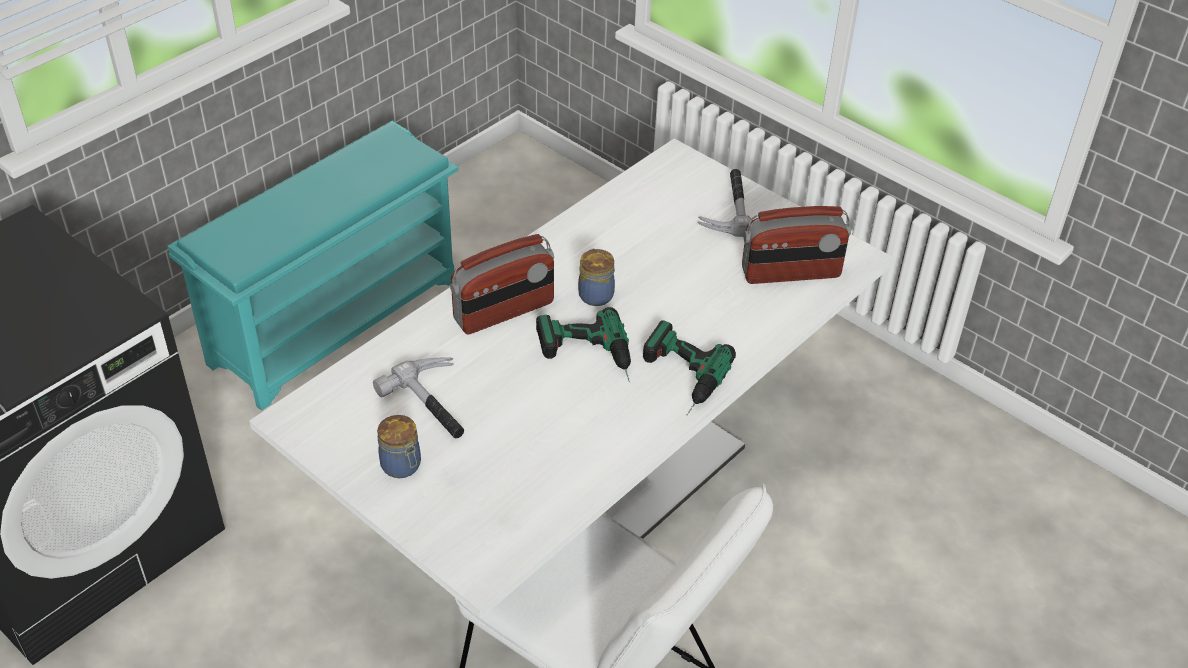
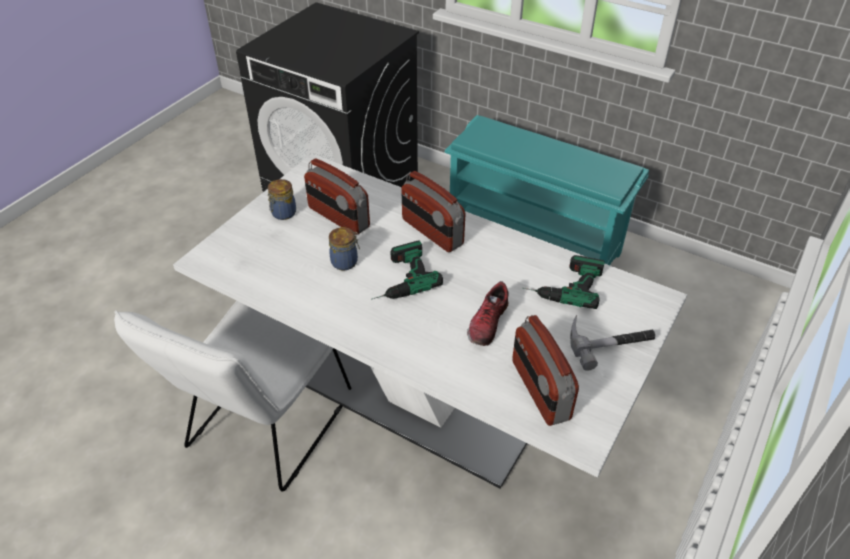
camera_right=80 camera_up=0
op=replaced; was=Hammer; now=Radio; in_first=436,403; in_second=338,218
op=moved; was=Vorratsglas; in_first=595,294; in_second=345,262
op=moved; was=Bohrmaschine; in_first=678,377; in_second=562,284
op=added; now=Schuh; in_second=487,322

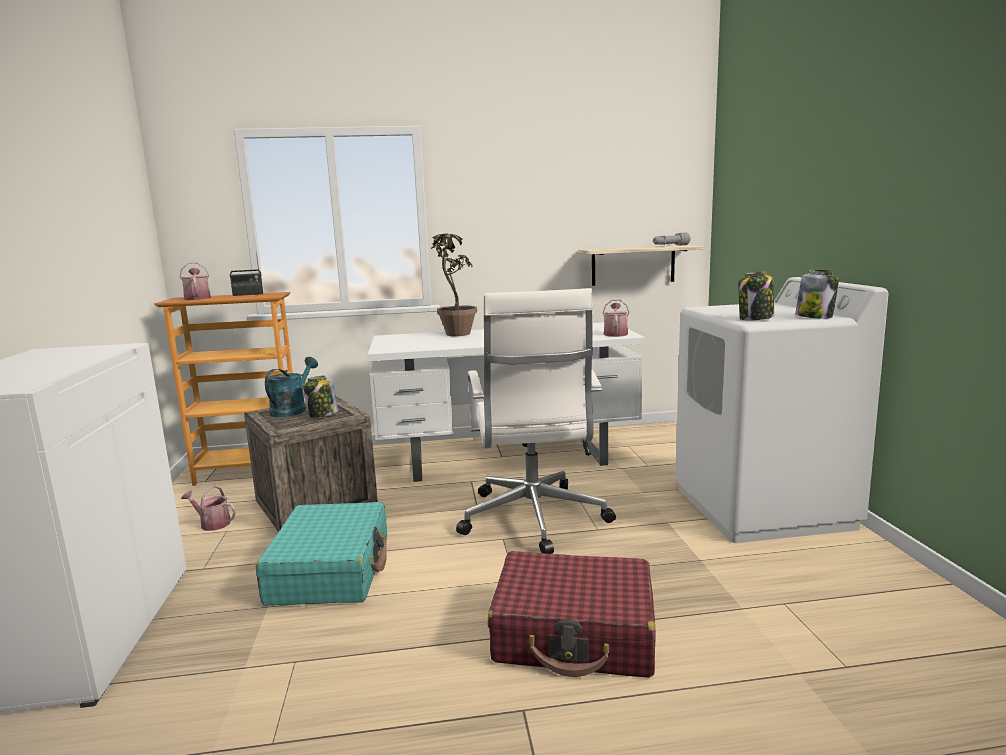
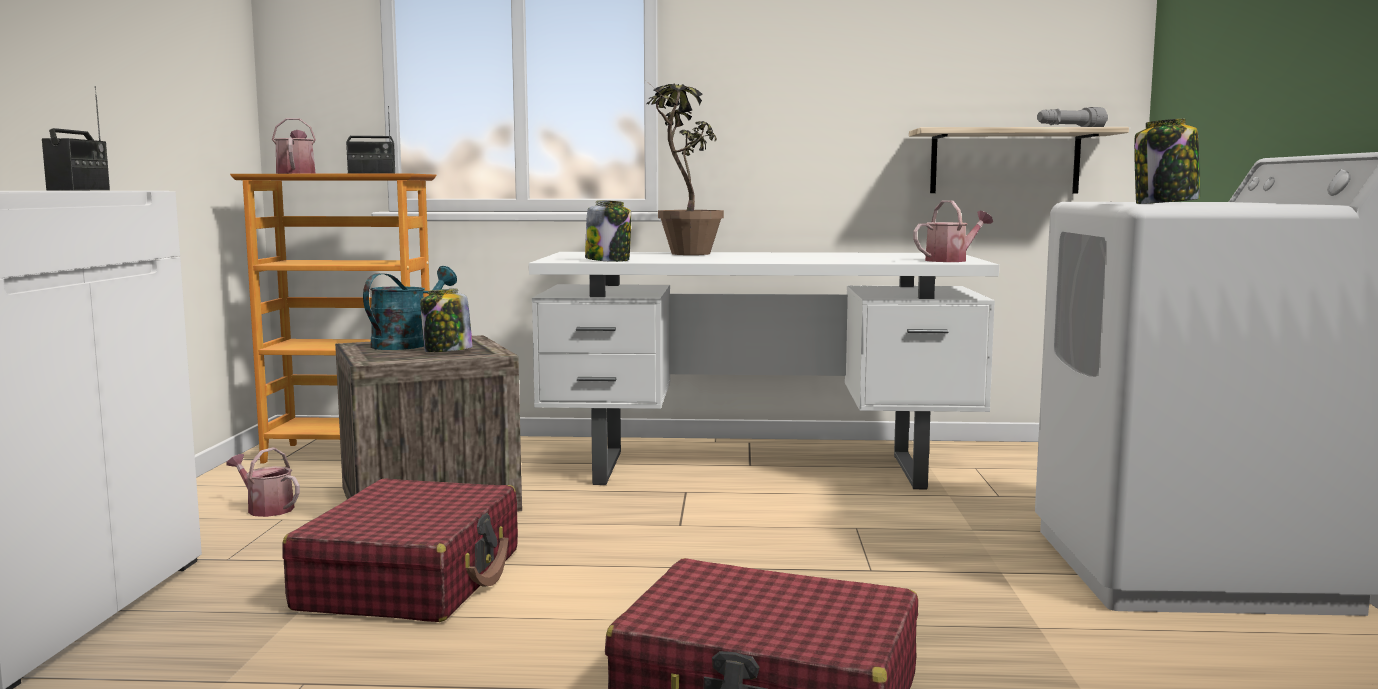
camera_right=10 camera_up=-5
op=recoloured; was=Koffer (türkis); now=Koffer (rot); in_first=331,570; in_second=412,579
op=removed; was=Bürostuhl (weiß); in_first=533,520
op=turned; was=Gießkanne; in_first=615,333; in_second=951,260; clockwise=45
op=moved; was=Vorratsglas; in_first=814,317; in_second=608,260
op=added; now=Radio; in_second=79,190

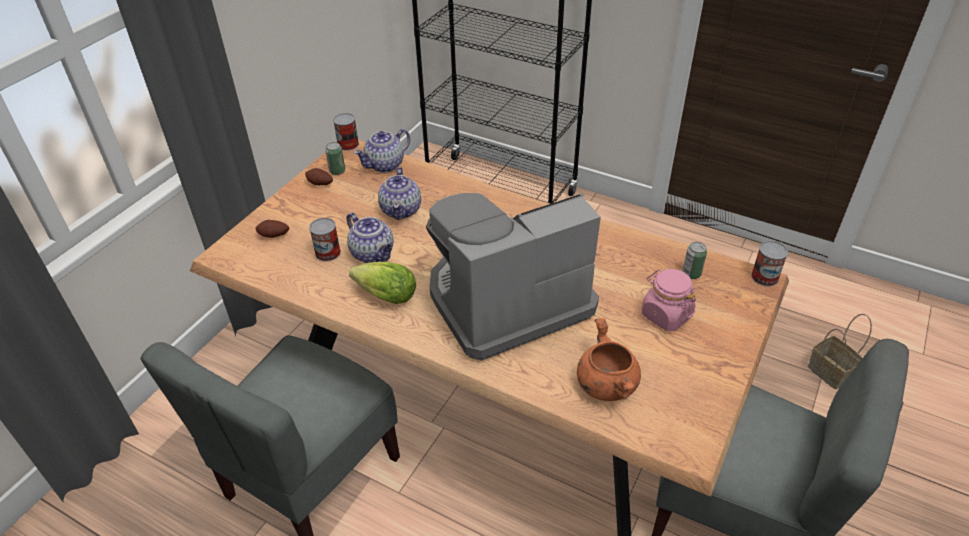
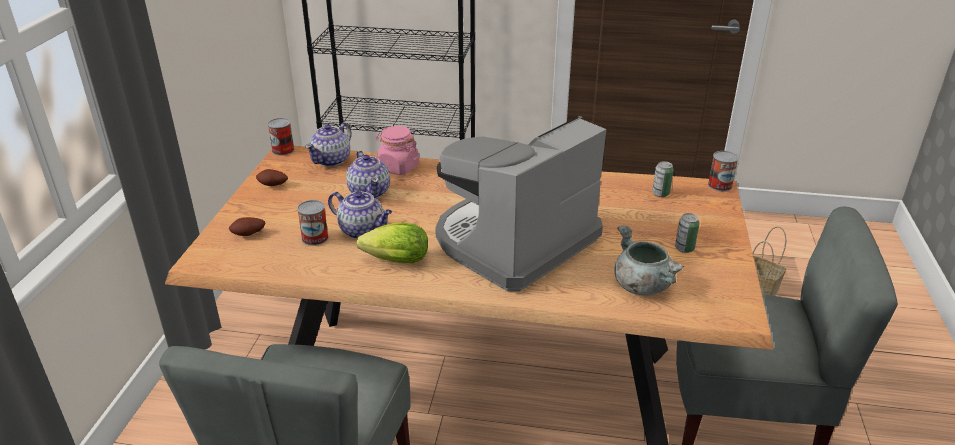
camera_right=-20 camera_up=-10
op=moved; was=Dose; in_first=337,171; in_second=684,248
op=recoloured; was=Kochtopf (orange); now=Kochtopf (grau); in_first=606,384; in_second=641,286
op=moved; was=Vorratsglas (rosa); in_first=666,315; in_second=398,167

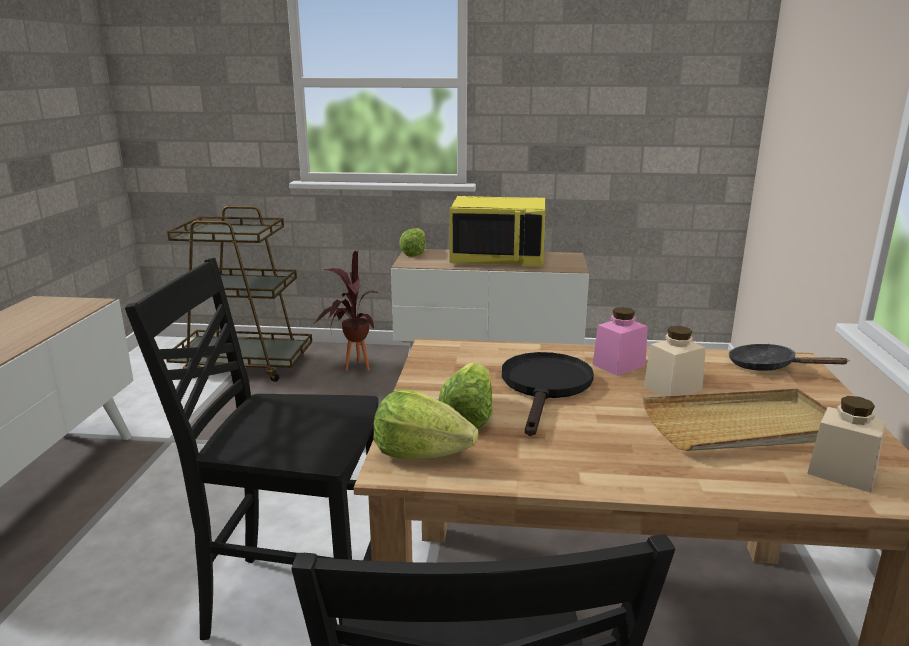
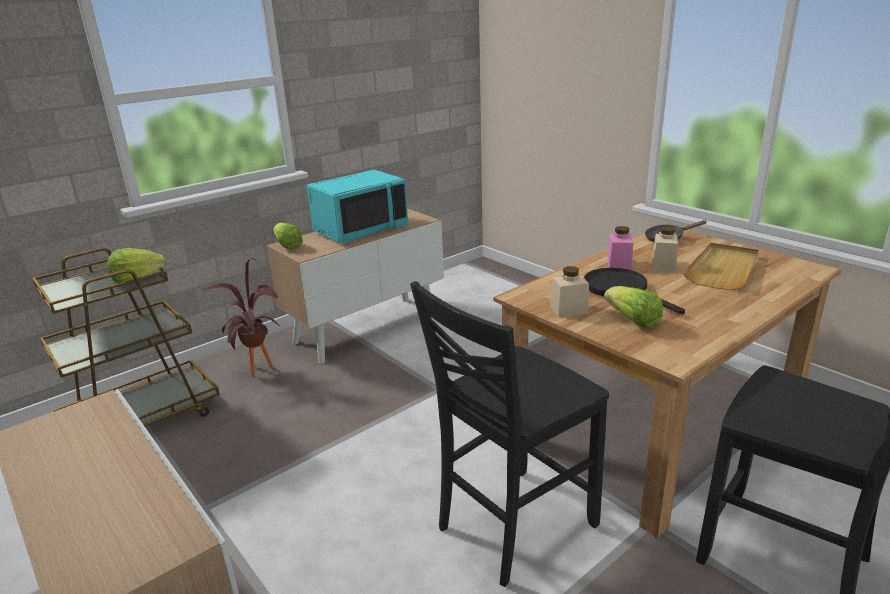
camera_right=-45 camera_up=5
op=moved; was=Salatkopf; in_first=420,454; in_second=137,279
op=recoloured; was=Mikrowelle (gelb); now=Mikrowelle (türkis); in_first=498,258; in_second=360,229
op=moved; was=Vorratsglas (beige); in_first=842,473; in_second=569,309

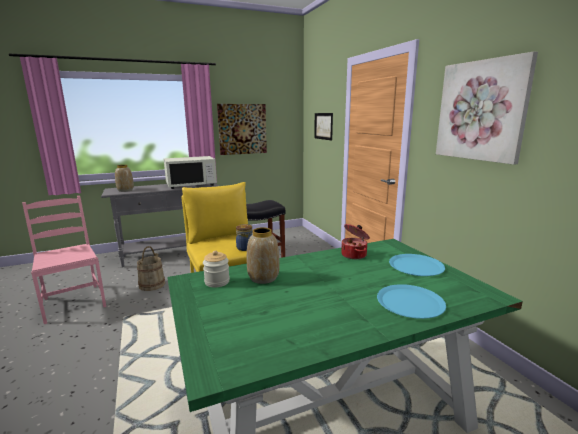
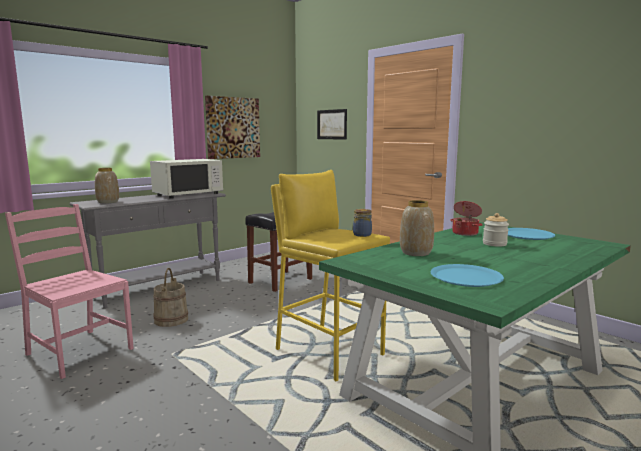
camera_right=-20 camera_up=-5
op=moved; was=Vorratsglas; in_first=217,282; in_second=494,244
op=moved; was=Teller (blau); in_first=410,302; in_second=466,277
op=removed; was=Bild; in_first=481,111

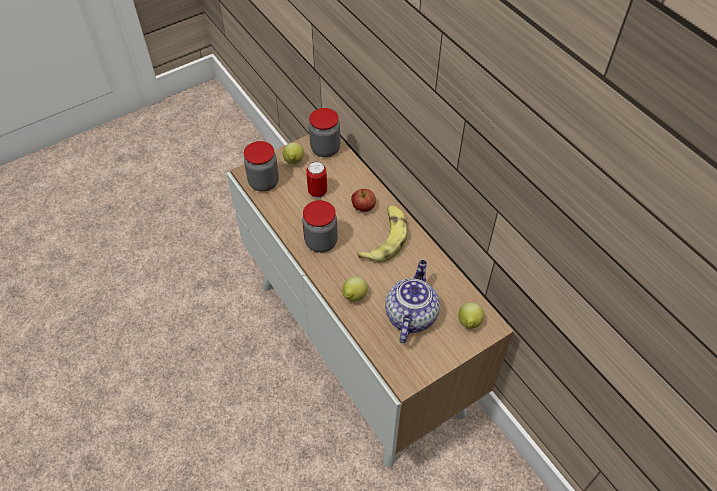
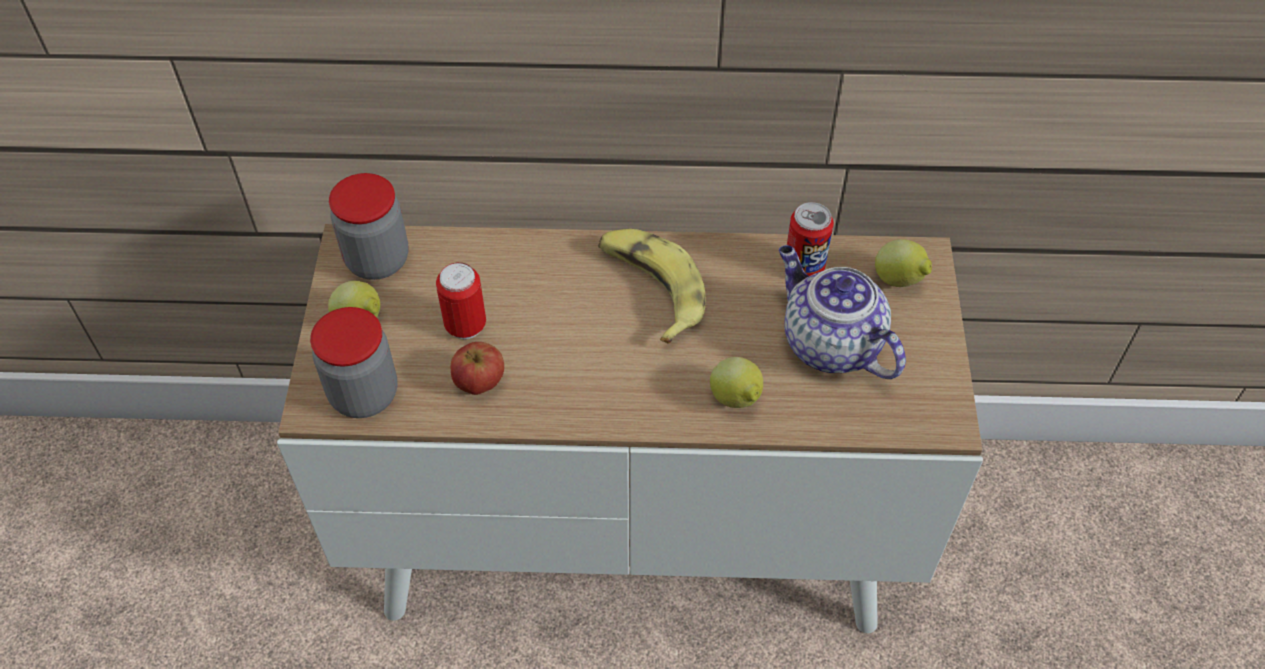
camera_right=-55 camera_up=0
op=removed; was=Vorratsglas; in_first=321,242
op=moved; was=Apfel; in_first=363,207; in_second=480,383
op=added; now=Dose; in_second=804,267

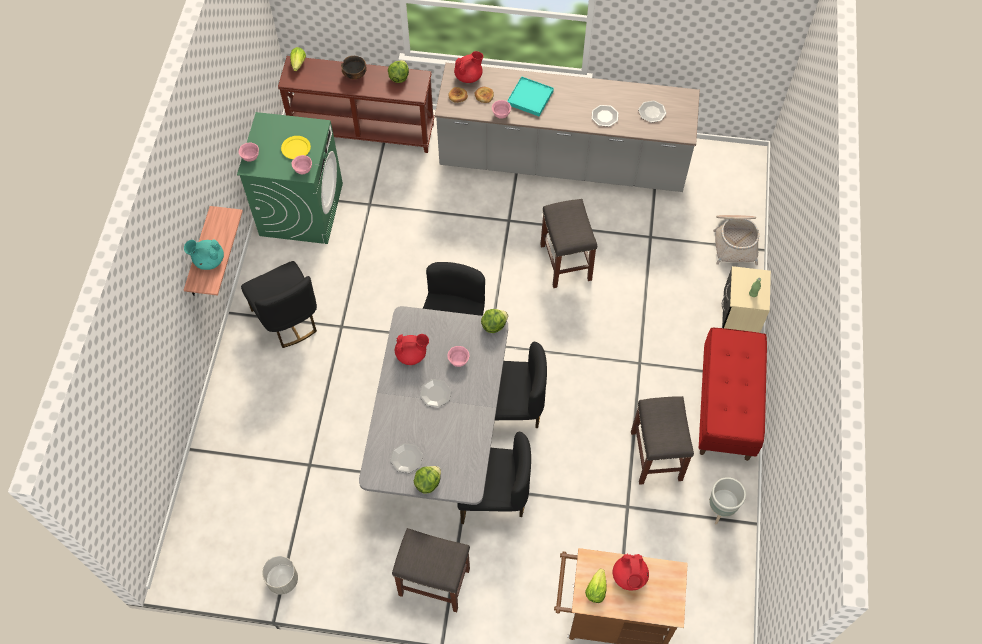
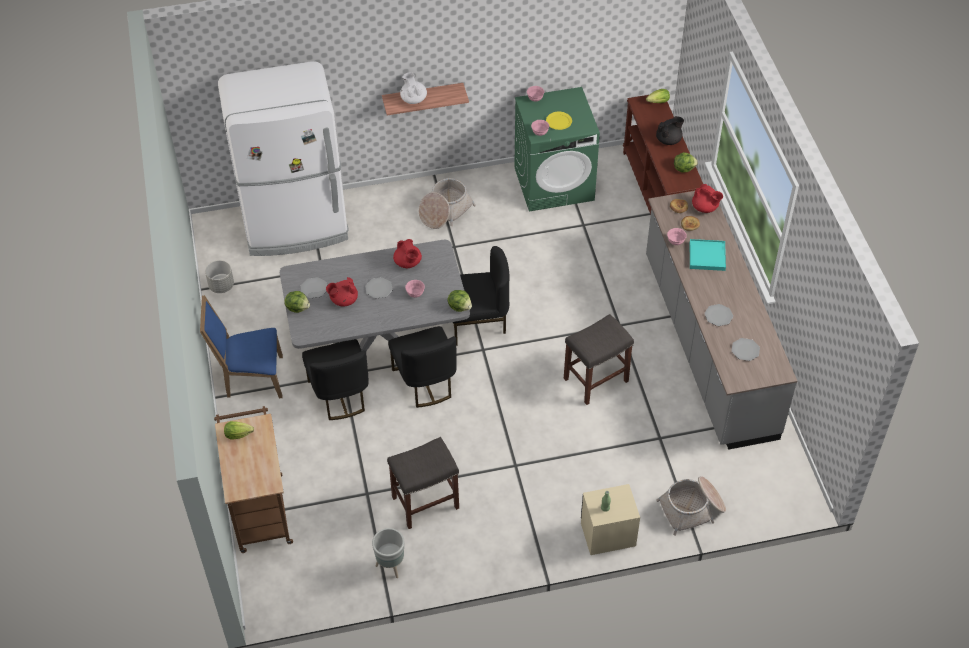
camera_right=70 camera_up=-10
op=recoloured; was=Teekanne (türkis); now=Teekanne (weiß); in_first=208,260; in_second=413,99
op=replaced; was=Stuhl (schwarz); now=Korb; in_first=287,319; in_second=445,211
op=replaced; was=Schüssel; now=Teekanne (schwarz); in_first=355,75; in_second=669,140
op=replaced; was=Hocker (grau); now=Stuhl (blau); in_first=433,582; in_second=251,378
op=moved; was=Teekanne (rot); in_first=629,577; in_second=343,300
op=removed; was=Bank (rot); in_first=727,406
op=added; now=Kühlschrank (weiß); in_second=296,226

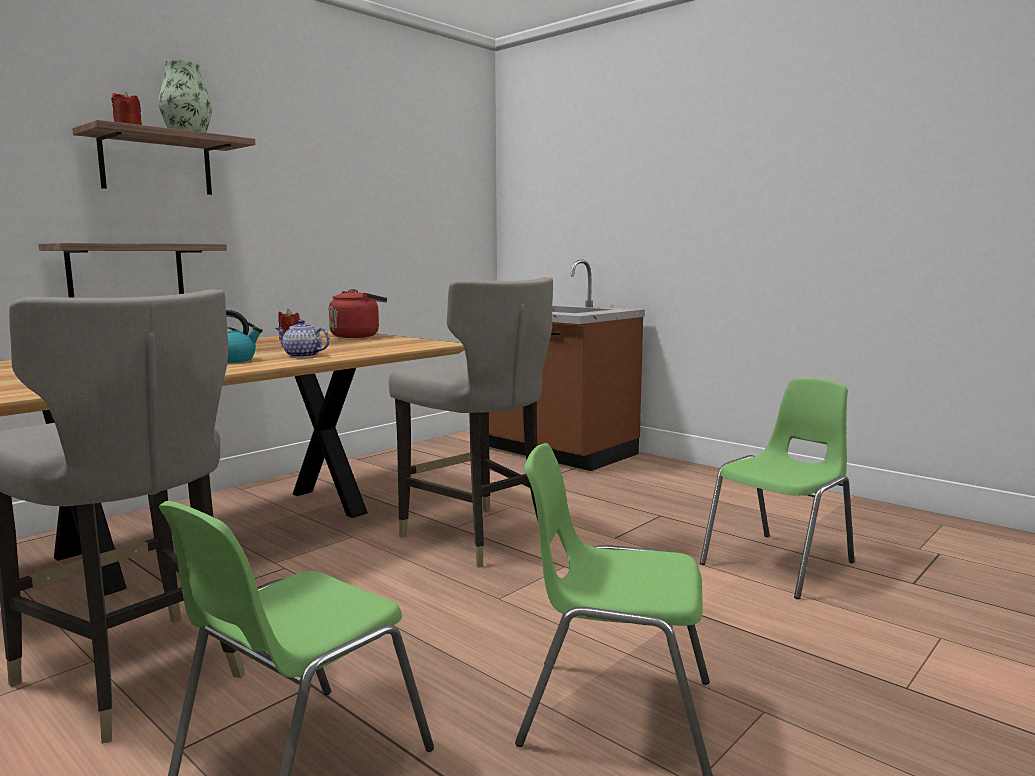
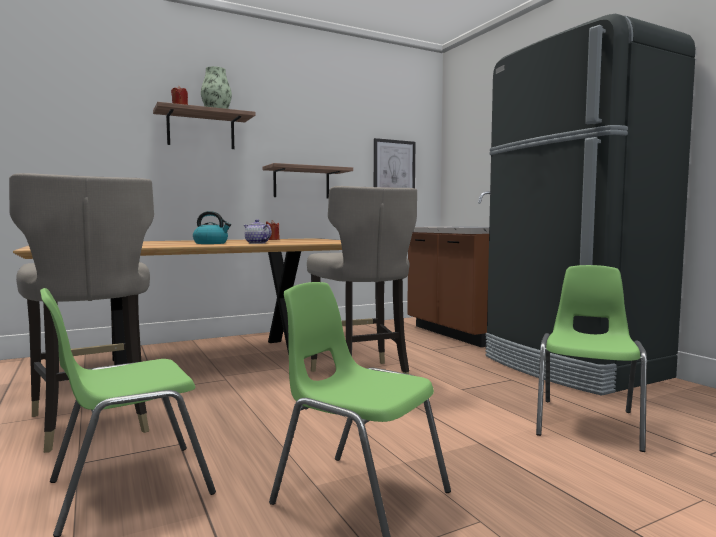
camera_right=20 camera_up=-5
op=moved; was=Wandregal; in_first=126,271; in_second=301,183
op=removed; was=Wasserkessel (rot); in_first=357,336
op=turned; was=Stuhl (grün); in_first=781,563; in_second=588,423; clockwise=-45
op=added; now=Bild; in_second=394,168
op=added; now=Kühlschrank (schwarz); in_second=572,368

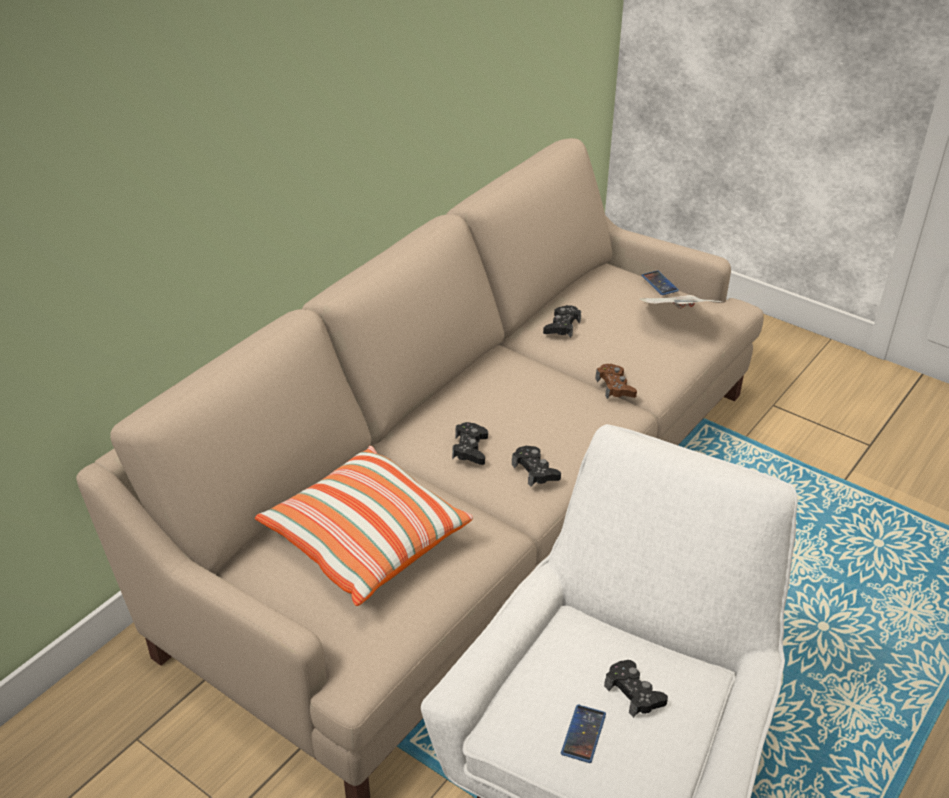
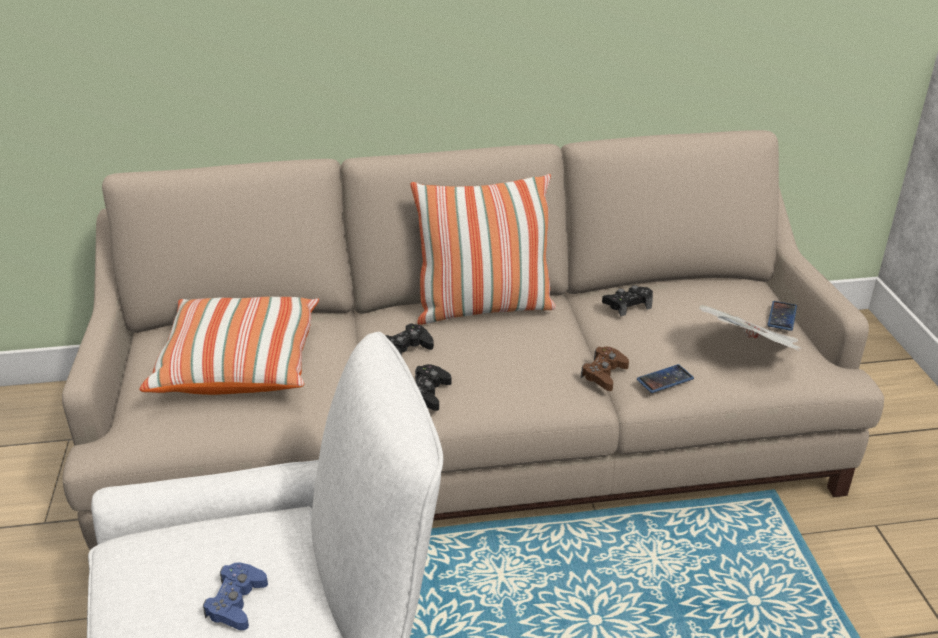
camera_right=45 camera_up=-5
op=moved; was=Handy; in_first=583,734; in_second=665,379
op=recoloured; was=Gamepad (schwarz); now=Gamepad (blau); in_first=634,693; in_second=236,602
op=added; now=Kissen; in_second=484,308

